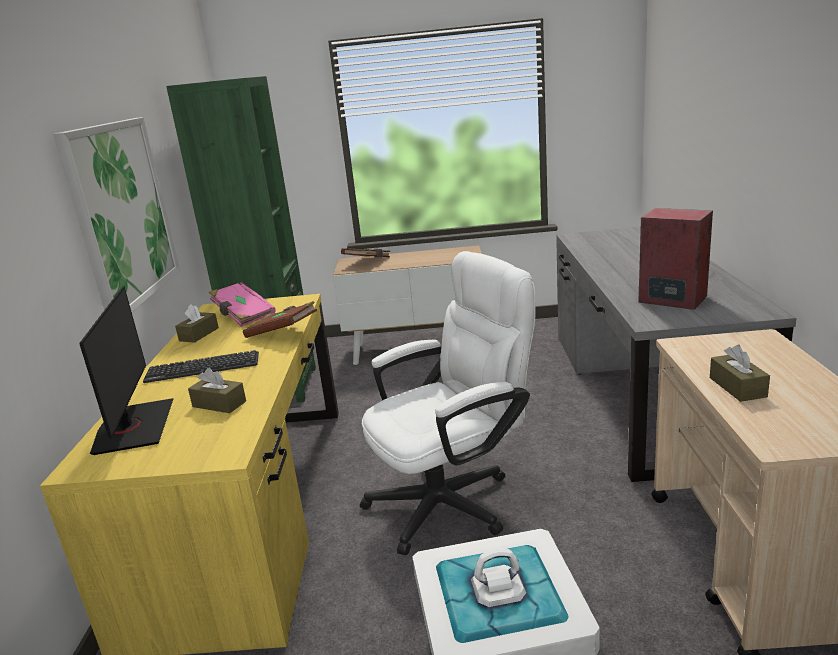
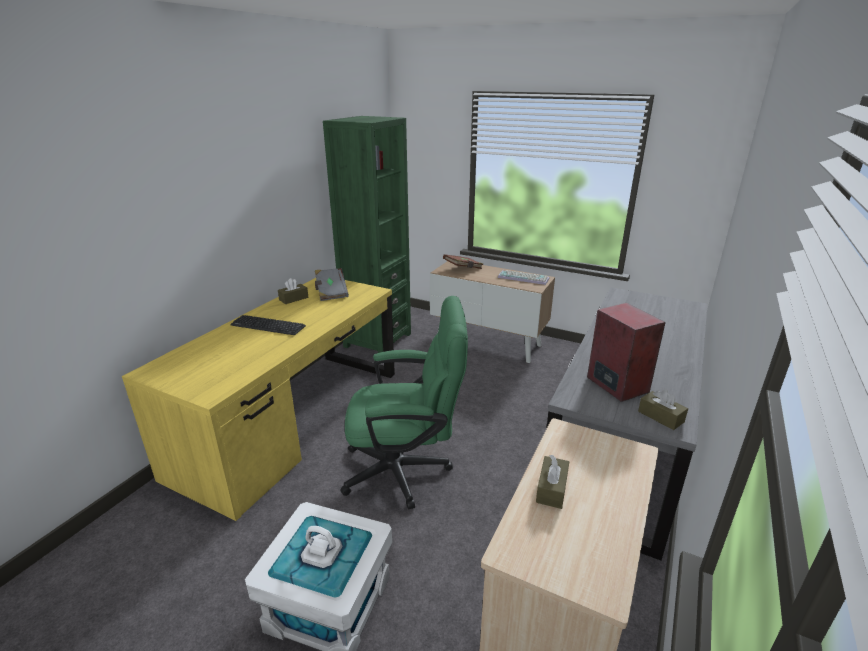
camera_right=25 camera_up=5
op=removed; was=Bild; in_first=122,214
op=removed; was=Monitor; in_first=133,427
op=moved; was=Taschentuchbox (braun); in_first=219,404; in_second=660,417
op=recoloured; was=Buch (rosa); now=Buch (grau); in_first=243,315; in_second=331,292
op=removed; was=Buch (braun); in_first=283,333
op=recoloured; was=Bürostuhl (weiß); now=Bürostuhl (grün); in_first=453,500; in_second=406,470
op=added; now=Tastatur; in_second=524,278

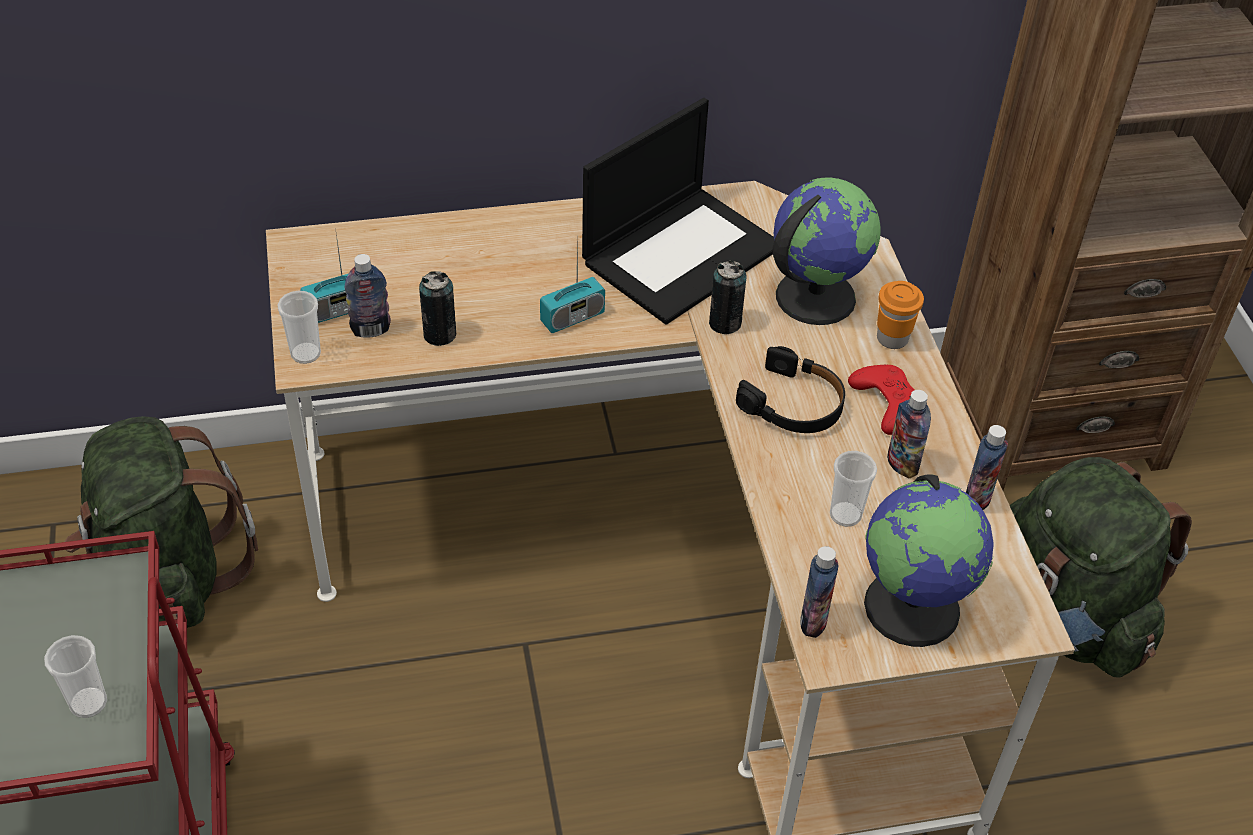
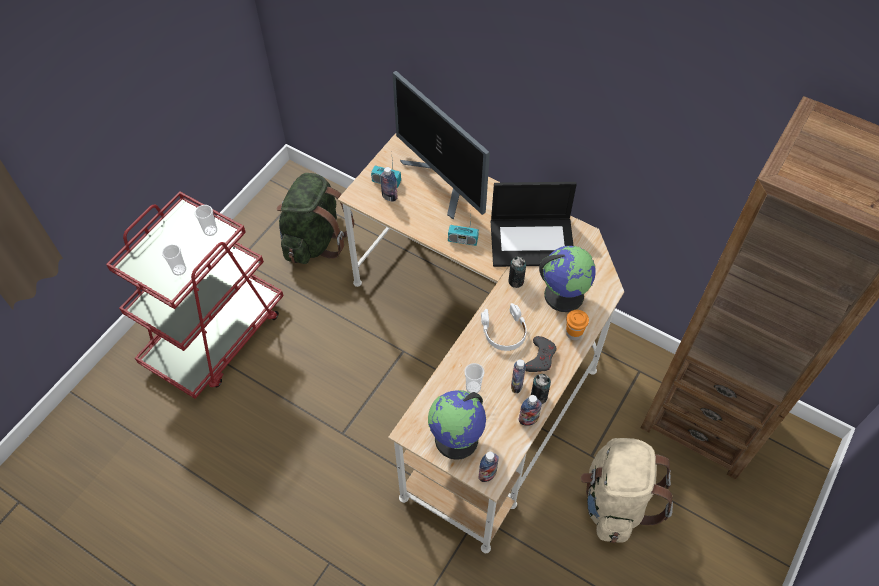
camera_right=45 camera_up=10
op=moved; was=Tasse; in_first=305,353; in_second=210,230
op=moved; was=Dose; in_first=439,334; in_second=538,397
op=recoloured; was=Kopfhörer (schwarz); now=Kopfhörer (weiß); in_first=793,404; in_second=504,332
op=moved; was=Flasche; in_first=813,621; in_second=487,475
op=recoloured; was=Gamepad (rot); now=Gamepad (grau); in_first=887,402; in_second=540,357
op=recoloured; was=Rucksack (grün); now=Rucksack (beige); in_first=1066,616; in_second=615,501
op=added; now=Monitor; in_second=443,183

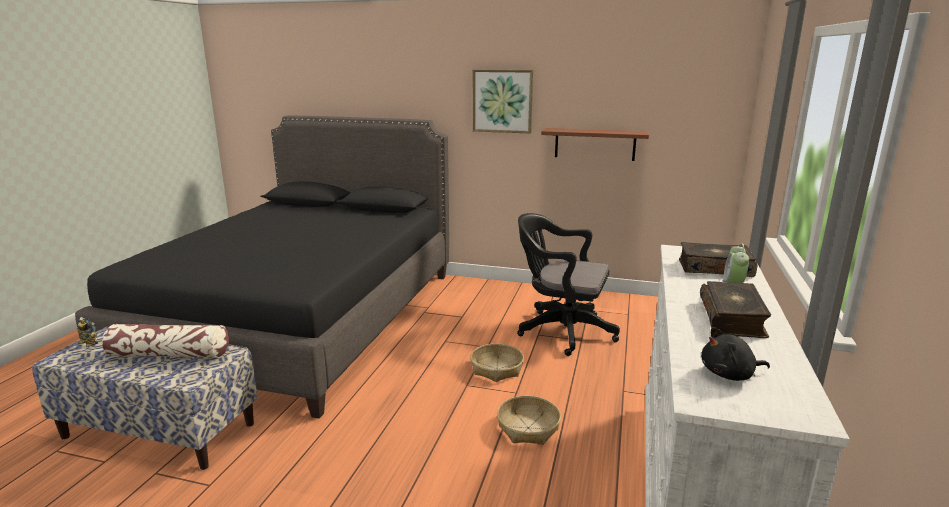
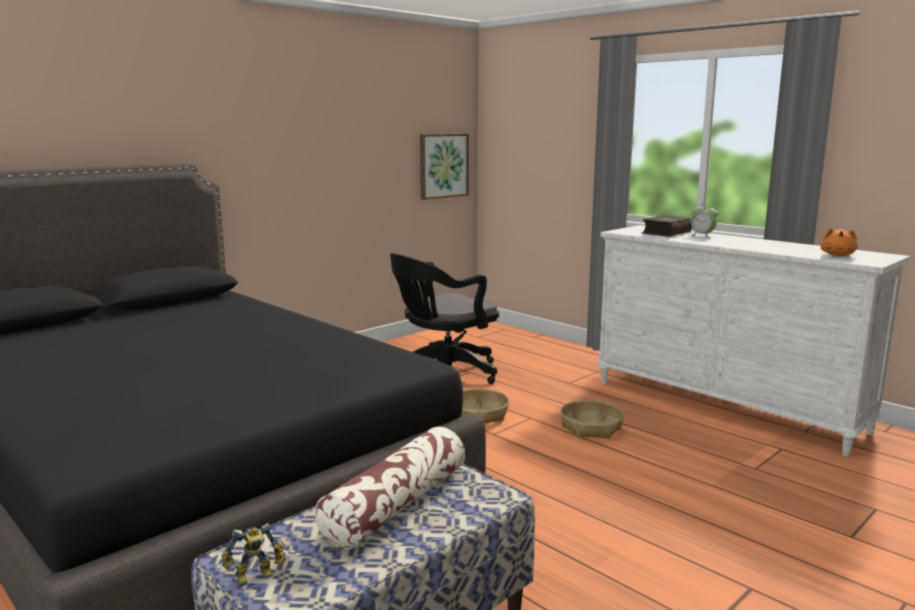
camera_right=-60 camera_up=-5
op=moved; was=Bild; in_first=502,101; in_second=443,165
op=removed; was=Wandregal (braun); in_first=594,144
op=removed; was=Buch; in_first=733,319
op=recoloured; was=Plüschtier (schwarz); now=Plüschtier (orange); in_first=730,374; in_second=838,255

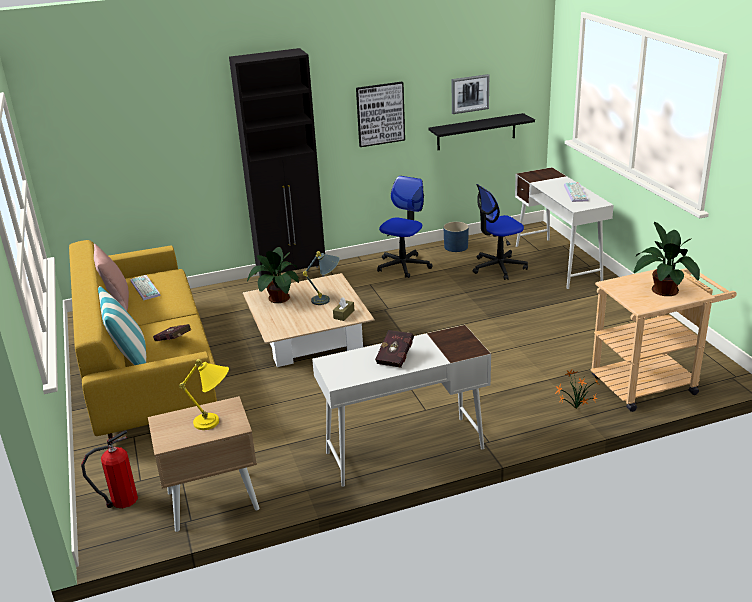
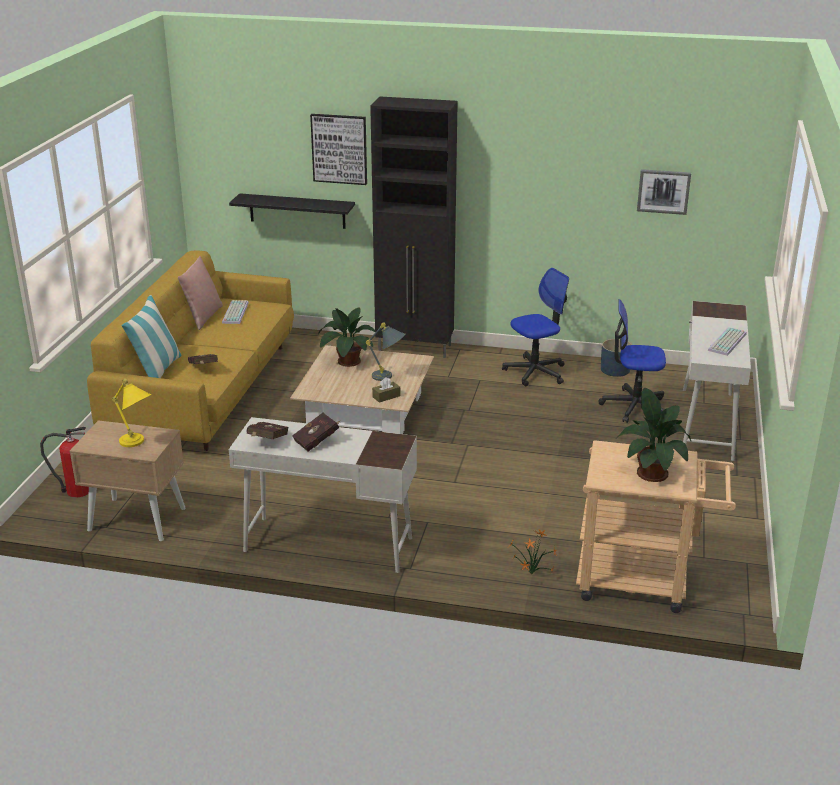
camera_right=30 camera_up=0
op=moved; was=Bild; in_first=380,114; in_second=339,149
op=moved; was=Wandregal (schwarz); in_first=476,132; in_second=297,211
op=added; now=Buch (rot); in_second=267,441

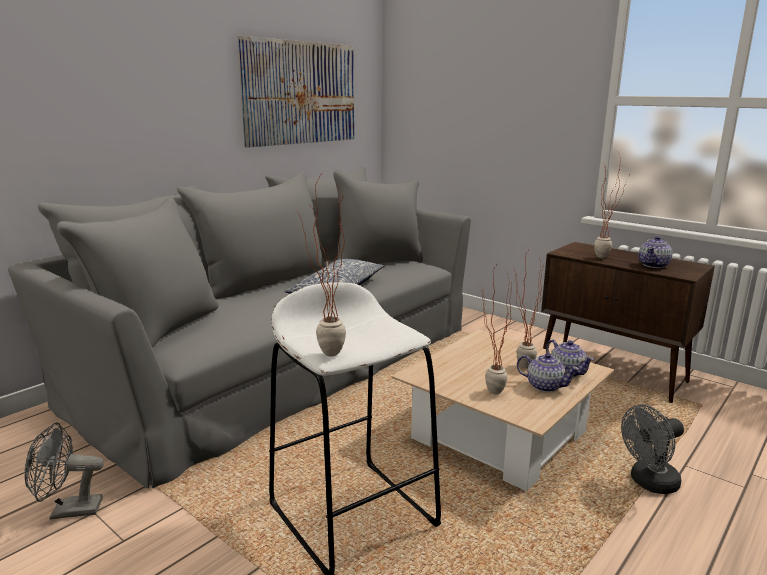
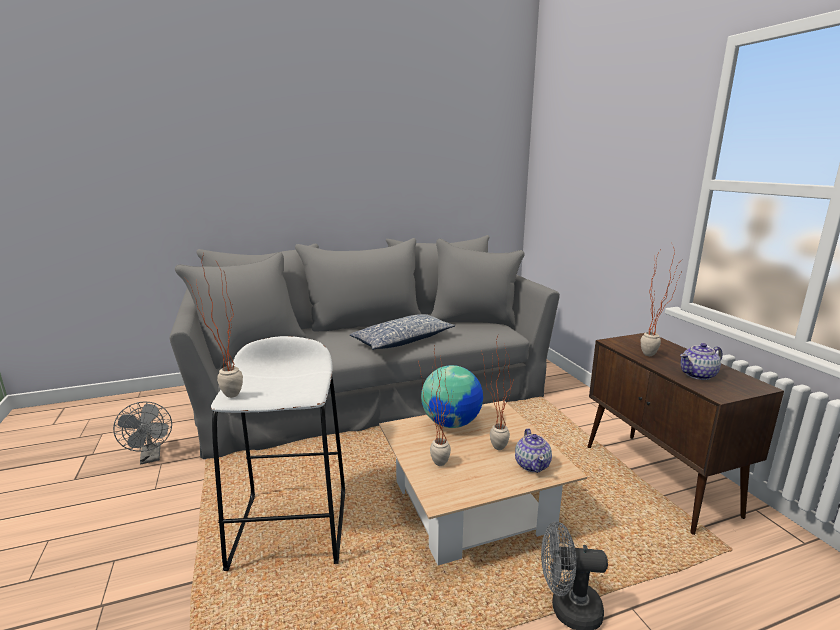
camera_right=30 camera_up=0
op=turned; was=Ventilator (grau); in_first=68,511; in_second=151,457; clockwise=-135
op=removed; was=Bild; in_first=300,93
op=removed; was=Teekanne; in_first=544,386
op=added; now=Globus; in_second=451,423

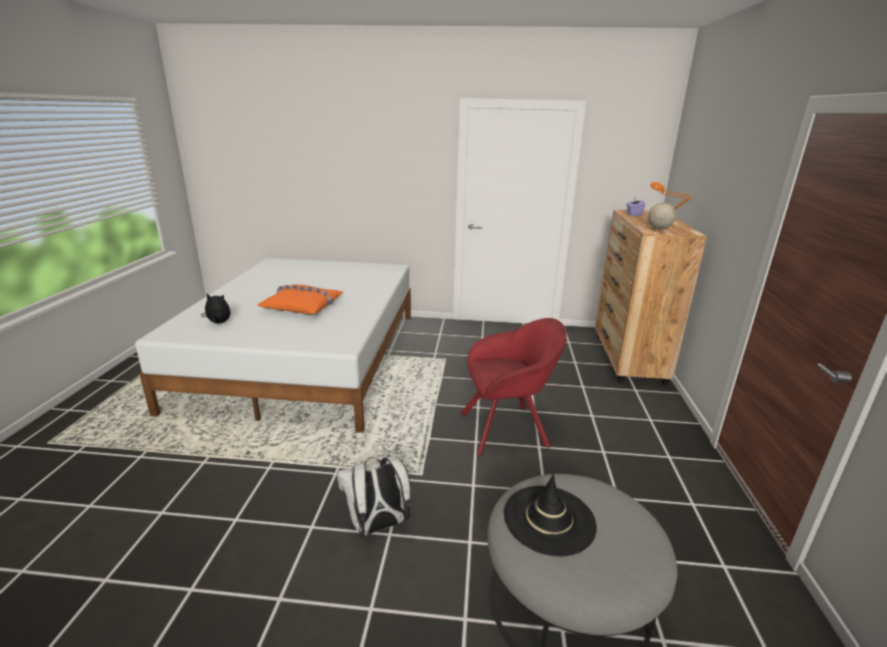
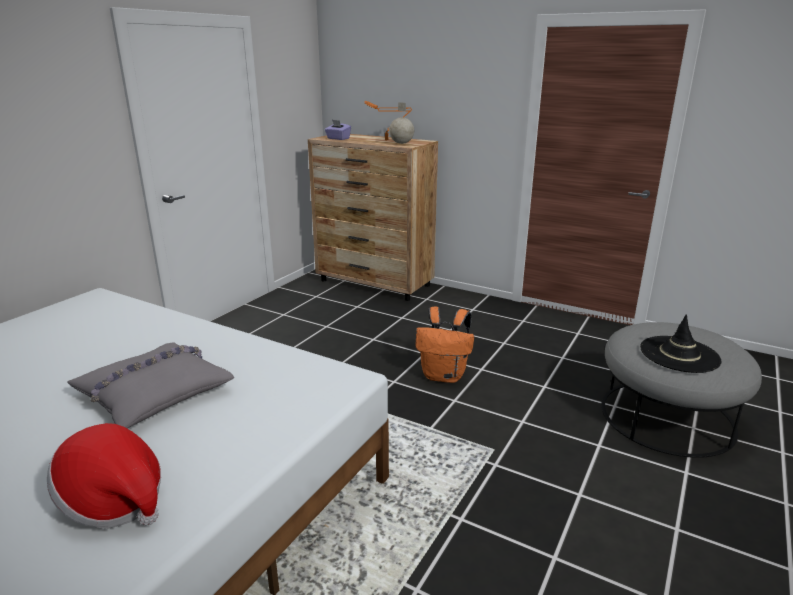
camera_right=-65 camera_up=0
op=replaced; was=Plüschtier; now=Hut; in_first=218,323; in_second=114,501
op=recoloured; was=Kissen (orange); now=Kissen (grau); in_first=303,306; in_second=154,393
op=removed; was=Rucksack (weiß); in_first=377,526
op=replaced; was=Sessel (rot); now=Rucksack (orange); in_first=508,429; in_second=444,376

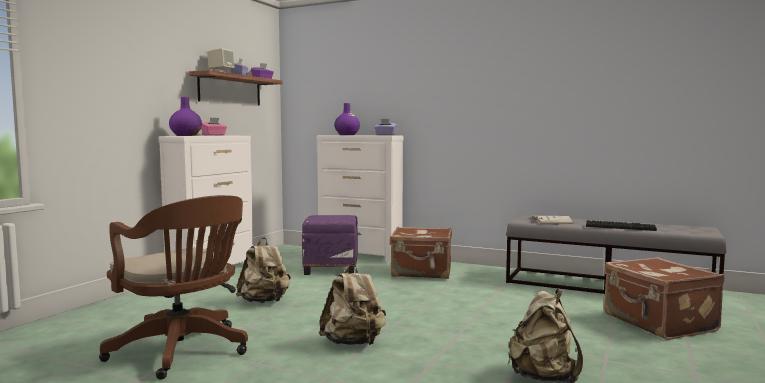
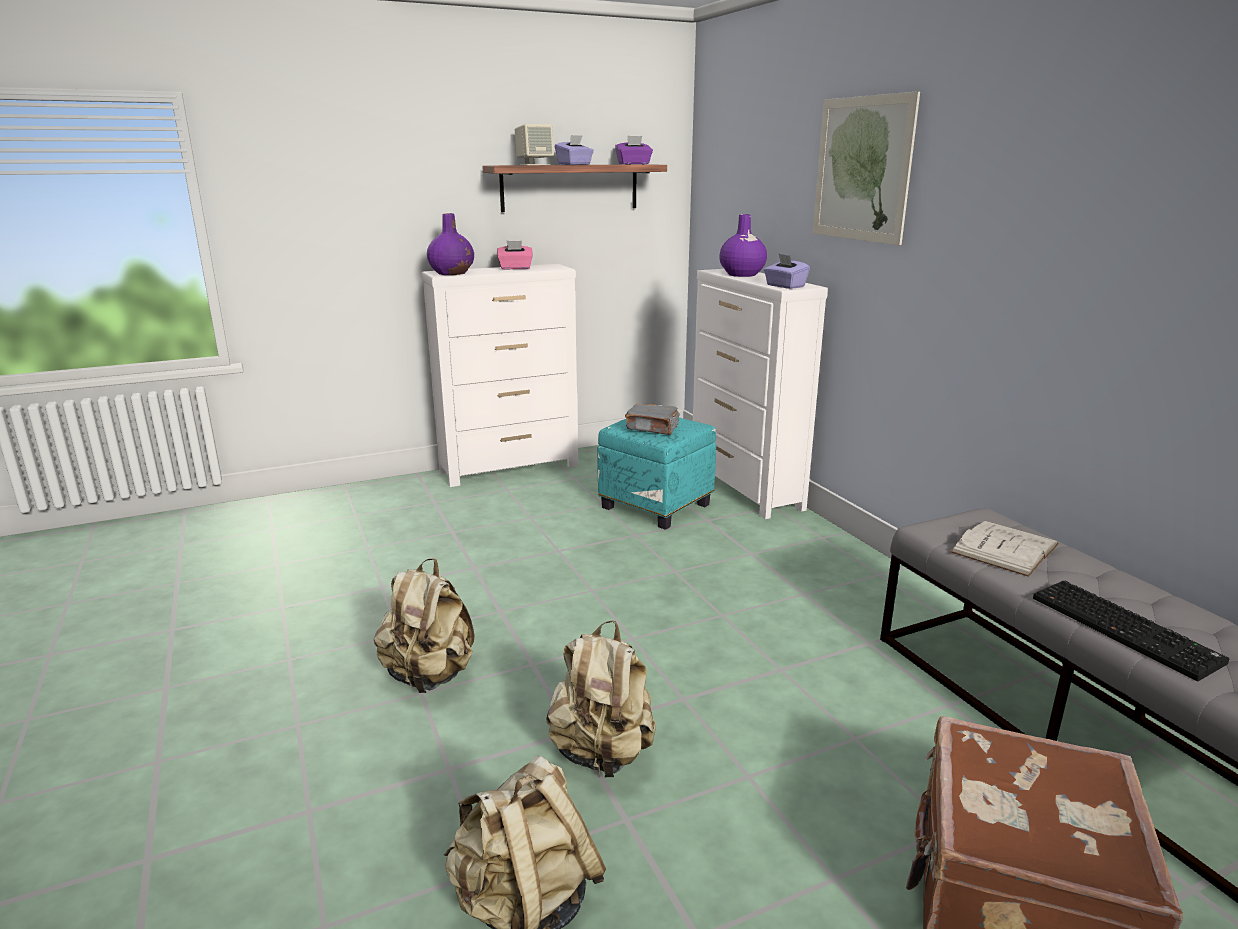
camera_right=40 camera_up=15
op=removed; was=Bürostuhl (braun); in_first=183,351
op=moved; was=Rucksack (beige); in_first=265,302; in_second=602,753
op=recoloured; was=Polsterhocker (lila); now=Polsterhocker (türkis); in_first=332,269; in_second=657,506
op=removed; was=Koffer (braun); in_first=422,272
op=added; now=Buch (grau); in_second=653,428
op=added; now=Bild; in_second=862,169

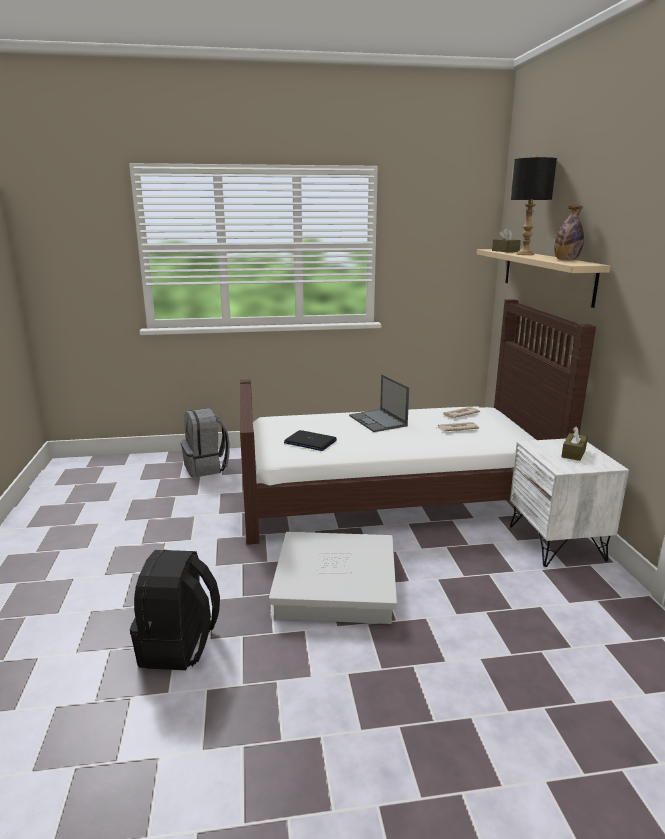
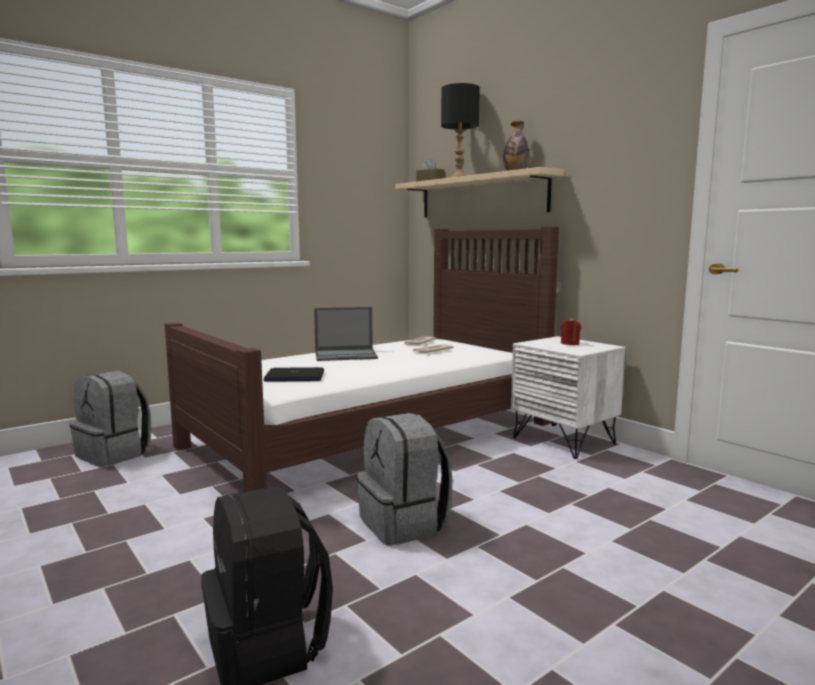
camera_right=-30 camera_up=-10
op=replaced; was=Aufbewahrungsbox (weiß); now=Rucksack (grau); in_first=335,586; in_second=404,524
op=turned; was=Laptop; in_first=378,421; in_second=346,355; clockwise=-45
op=replaced; was=Taschentuchbox (braun); now=Kerze (rot); in_first=573,453; in_second=570,343

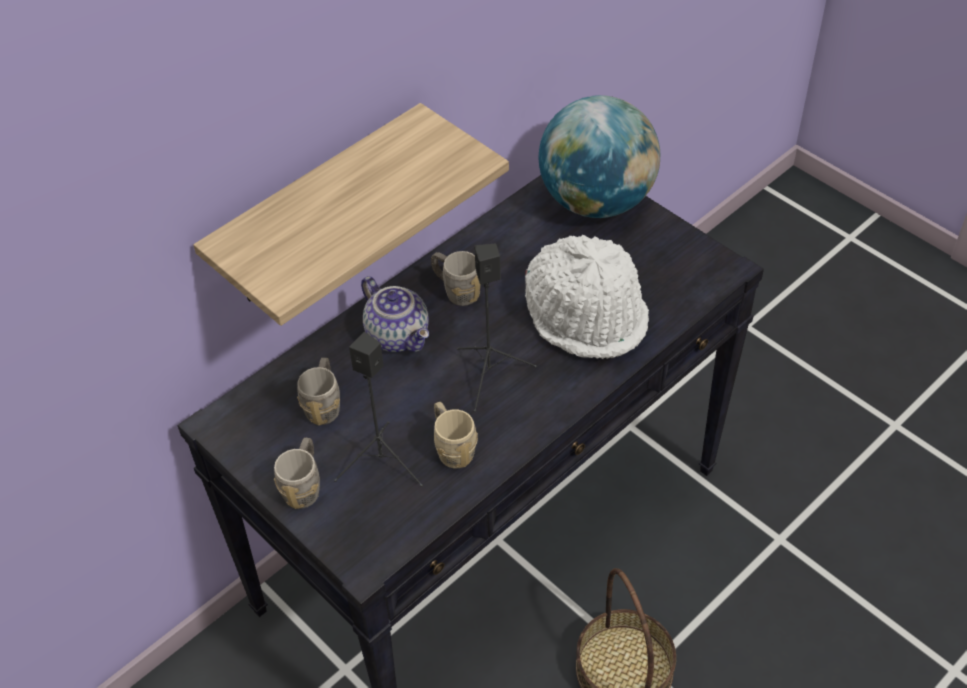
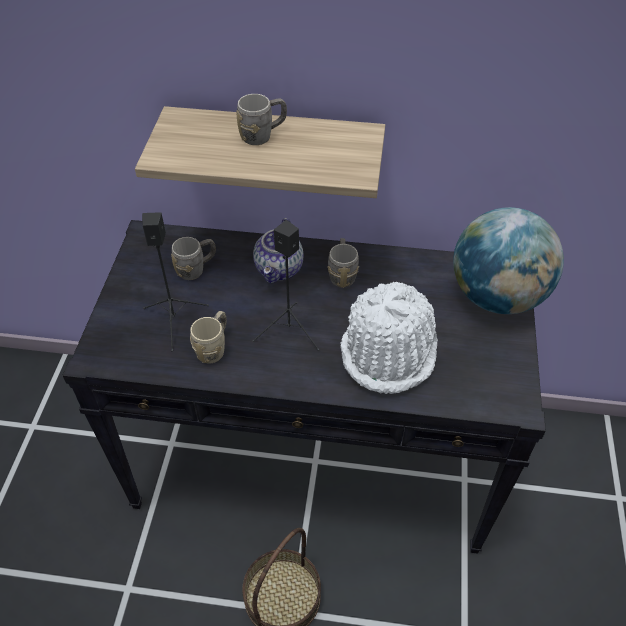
camera_right=50 camera_up=0
op=moved; was=Henkelbecher (grau); in_first=304,486; in_second=263,135

